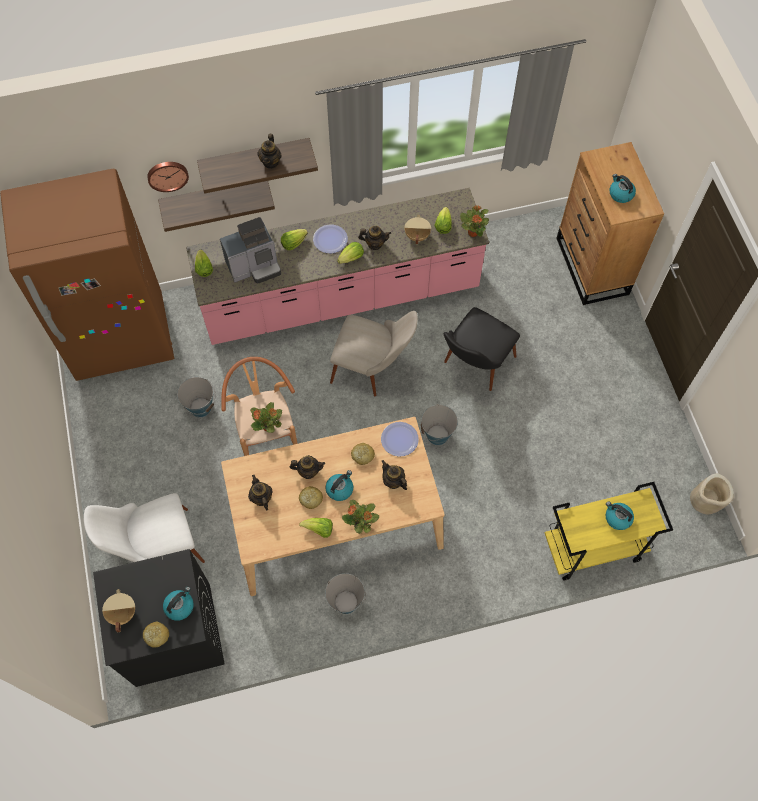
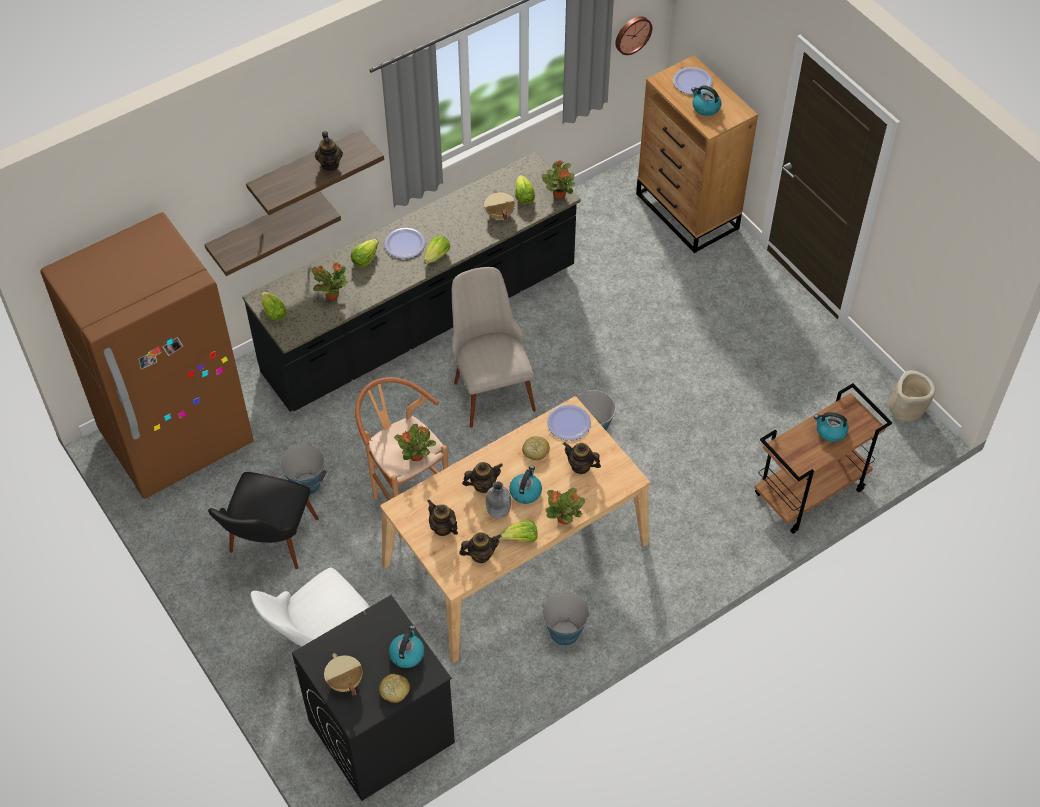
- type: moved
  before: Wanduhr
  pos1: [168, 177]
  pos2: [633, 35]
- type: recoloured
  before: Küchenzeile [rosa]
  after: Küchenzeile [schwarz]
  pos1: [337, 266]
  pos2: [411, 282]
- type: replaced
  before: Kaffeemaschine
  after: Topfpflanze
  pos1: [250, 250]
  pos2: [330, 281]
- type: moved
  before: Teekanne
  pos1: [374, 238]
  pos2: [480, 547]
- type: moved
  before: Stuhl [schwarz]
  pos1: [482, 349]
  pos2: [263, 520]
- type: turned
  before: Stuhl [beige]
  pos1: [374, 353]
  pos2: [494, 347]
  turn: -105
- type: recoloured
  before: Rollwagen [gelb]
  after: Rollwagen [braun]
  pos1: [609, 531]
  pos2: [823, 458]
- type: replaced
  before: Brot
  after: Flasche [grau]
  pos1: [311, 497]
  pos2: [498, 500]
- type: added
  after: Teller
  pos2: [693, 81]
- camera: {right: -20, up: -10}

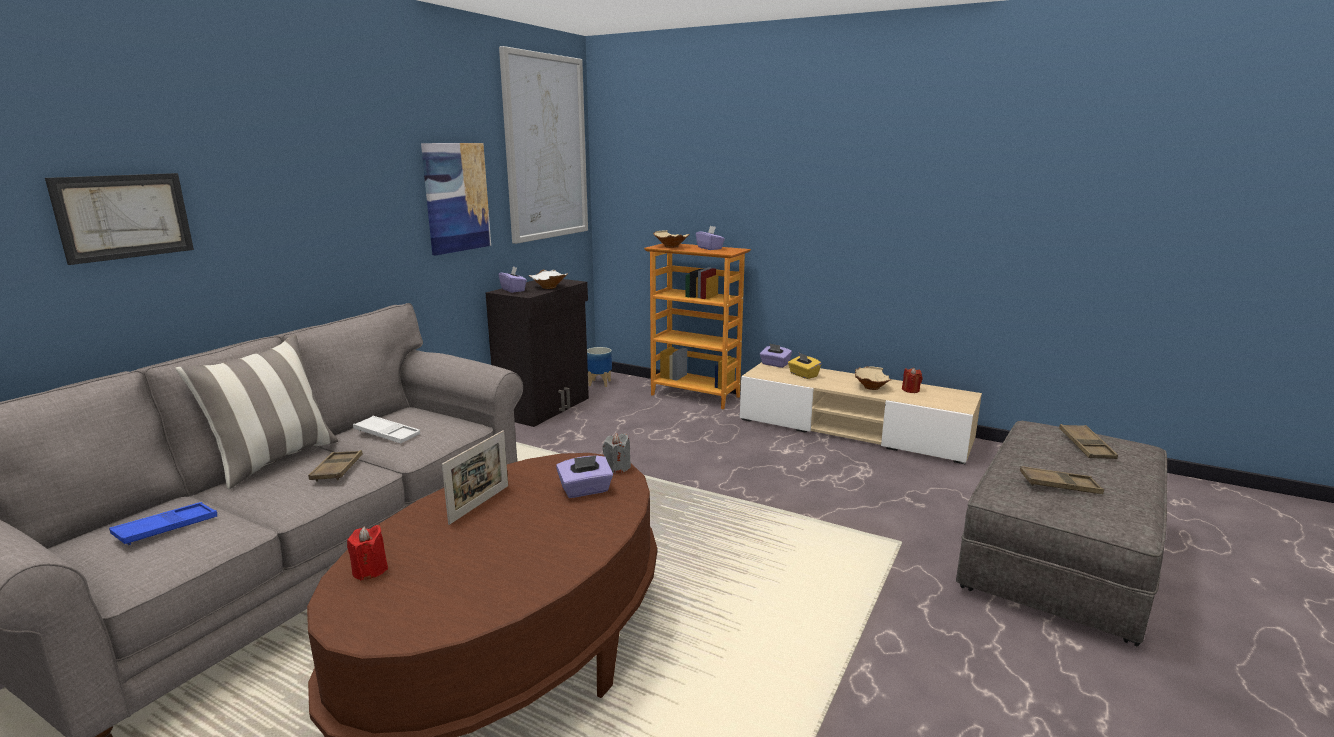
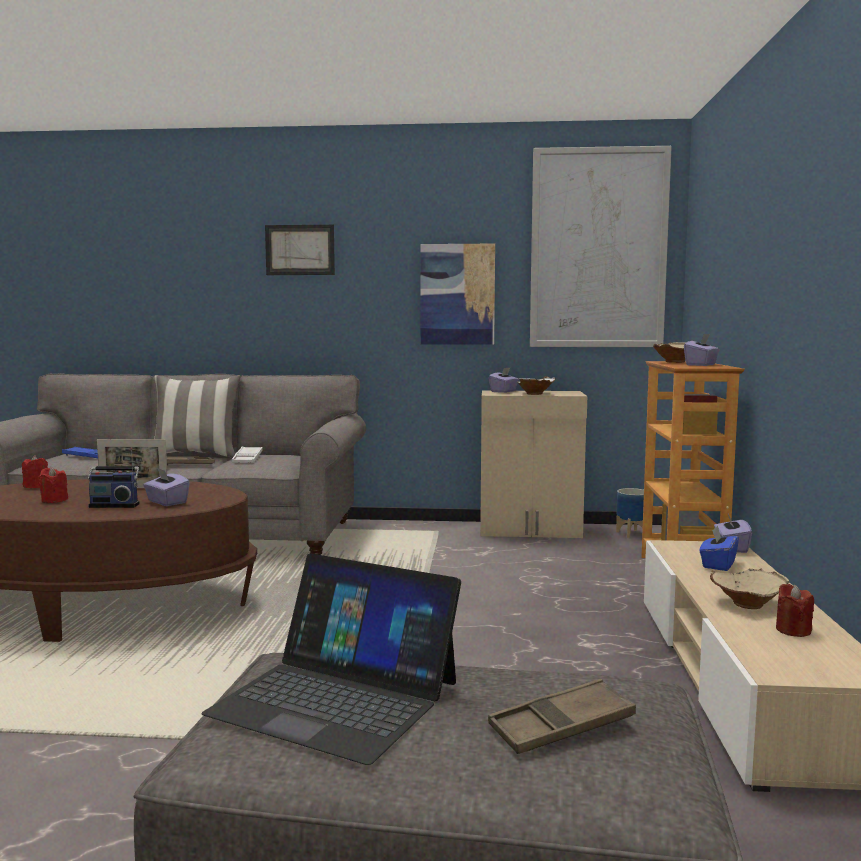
- type: moved
  before: Bild
  pos1: [119, 219]
  pos2: [300, 249]
- type: recoloured
  before: Schrank [schwarz]
  after: Schrank [beige]
  pos1: [537, 353]
  pos2: [533, 464]
- type: recoloured
  before: Taschentuchbox [gelb]
  after: Taschentuchbox [blau]
  pos1: [804, 366]
  pos2: [719, 548]
- type: removed
  before: Kerze [grau]
  pos1: [616, 453]
- type: replaced
  before: Tablett [braun]
  after: Laptop
  pos1: [1062, 480]
  pos2: [331, 659]
- type: added
  after: Radio
  pos2: [114, 477]
- type: added
  after: Kerze [rot]
  pos2: [53, 485]
- camera: {right: 65, up: -10}

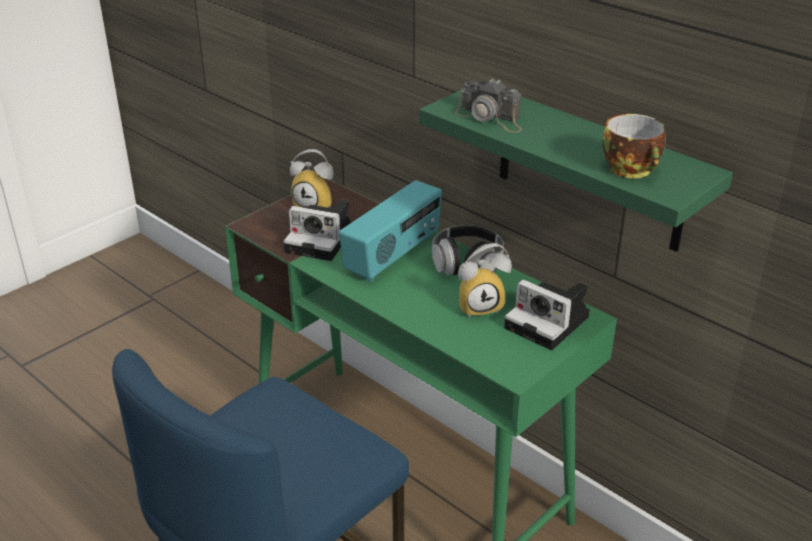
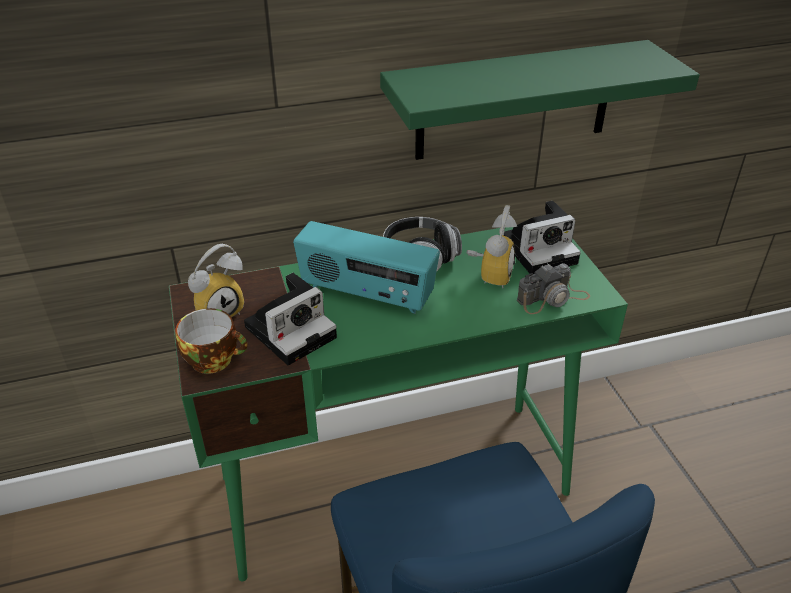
- type: moved
  before: Kamera
  pos1: [488, 105]
  pos2: [553, 288]
- type: moved
  before: Tasse
  pos1: [634, 146]
  pos2: [211, 341]
- type: turned
  before: Radio
  pos1: [390, 231]
  pos2: [366, 267]
  turn: 135
- camera: {right: -60, up: 5}

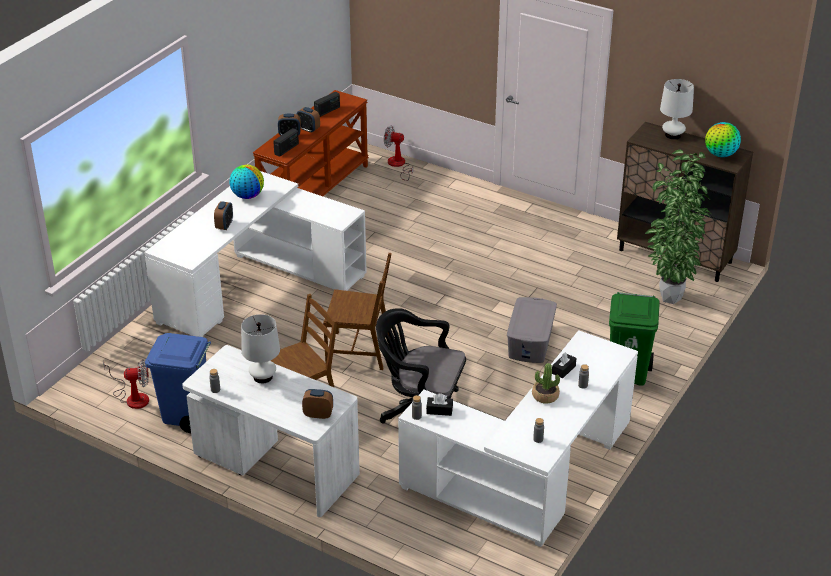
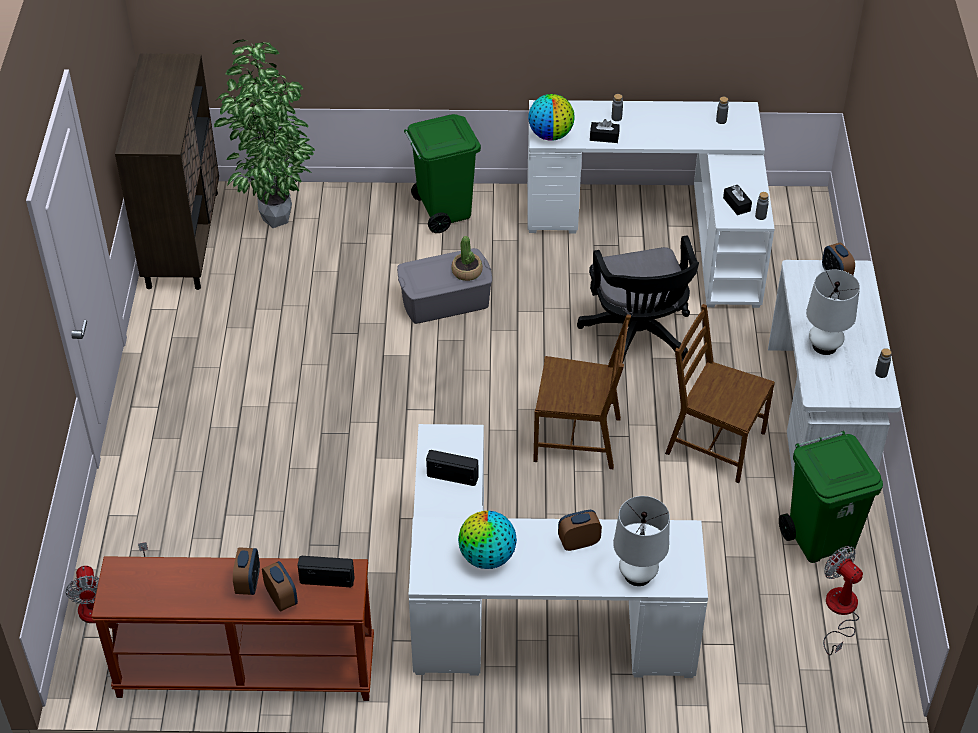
- type: moved
  before: Tischlampe [weiß]
  pos1: [677, 109]
  pos2: [641, 541]
- type: moved
  before: Radio
  pos1: [327, 104]
  pos2: [452, 468]
- type: moved
  before: Globus
  pos1: [723, 139]
  pos2: [551, 117]
- type: turned
  before: Stuhl [braun]
  pos1: [357, 311]
  pos2: [582, 391]
  turn: 120
- type: recoloured
  before: Mülleimer [blau]
  after: Mülleimer [grün]
  pos1: [178, 383]
  pos2: [831, 497]
- type: moved
  before: Topfpflanze
  pos1: [546, 383]
  pos2: [467, 258]
- camera: {right: -120, up: 10}

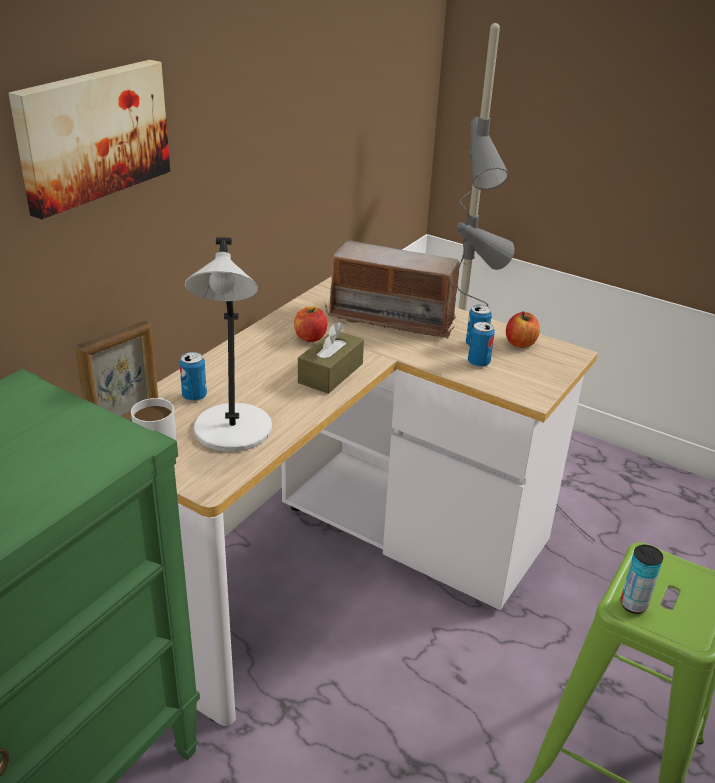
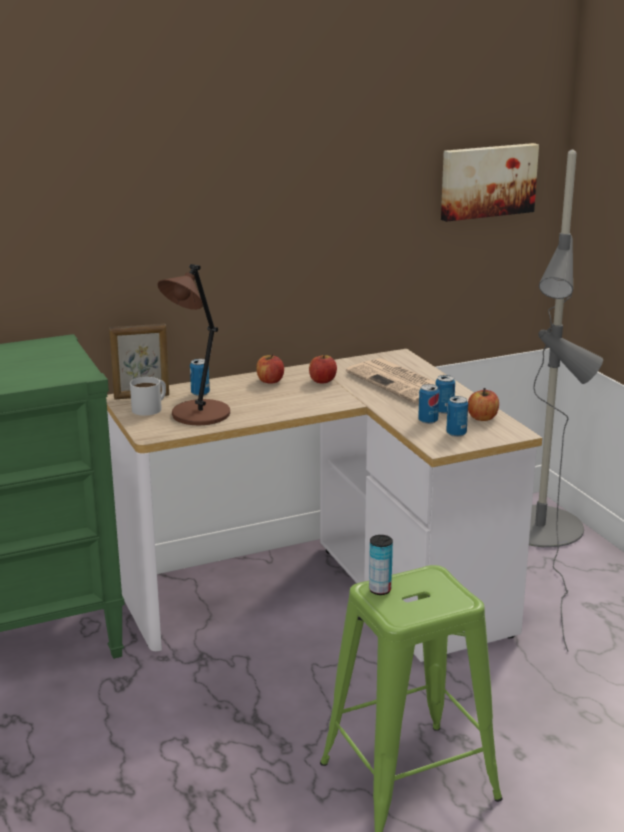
- type: moved
  before: Bild
  pos1: [89, 139]
  pos2: [490, 182]
- type: recoloured
  before: Tischlampe [grau]
  after: Tischlampe [braun]
  pos1: [228, 344]
  pos2: [193, 344]
- type: replaced
  before: Radio
  after: Zeitung
  pos1: [395, 289]
  pos2: [401, 381]
- type: removed
  before: Taschentuchbox [braun]
  pos1: [331, 358]
- type: added
  after: Apfel
  pos2: [270, 369]
- type: added
  after: Dose
  pos2: [457, 416]
- camera: {right: 35, up: -10}

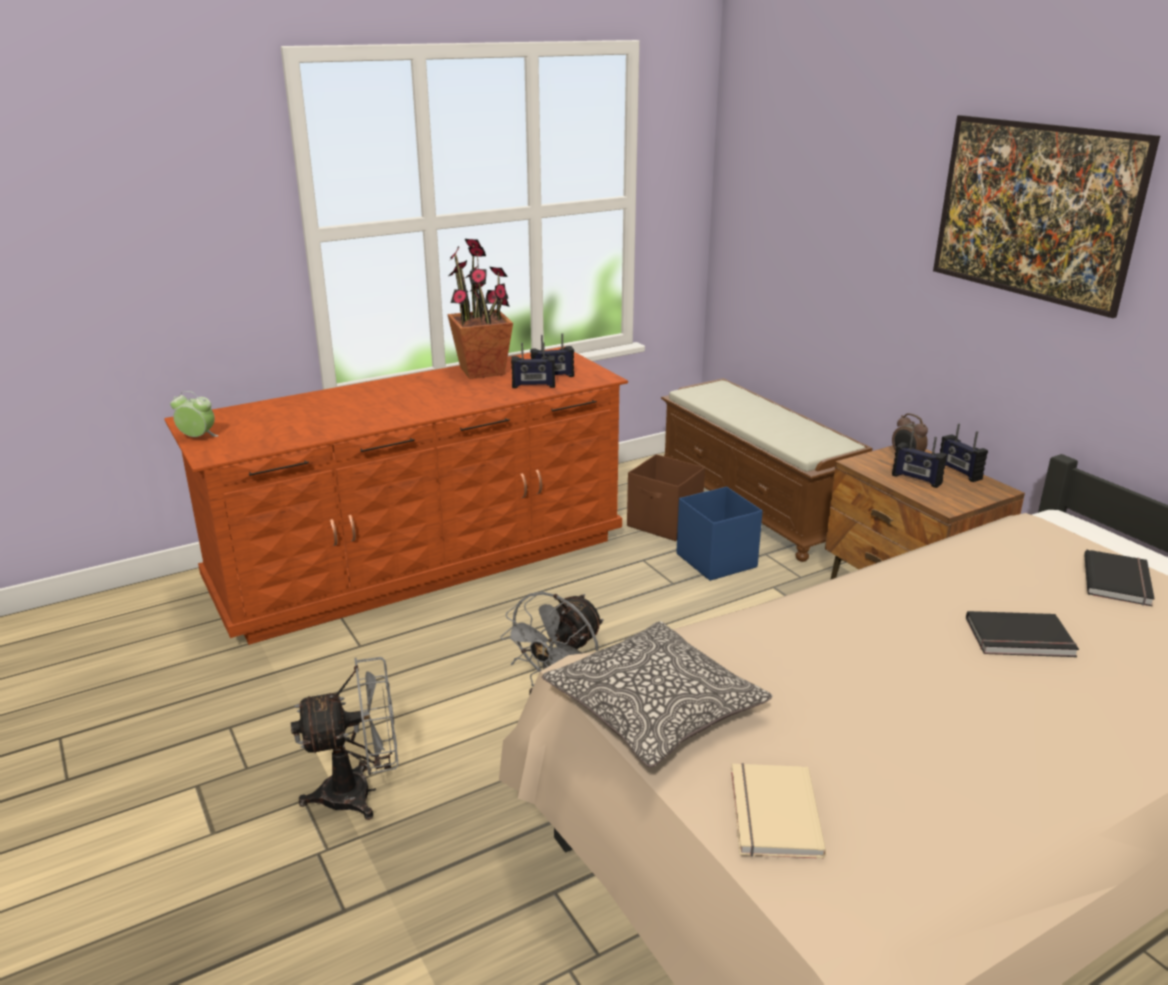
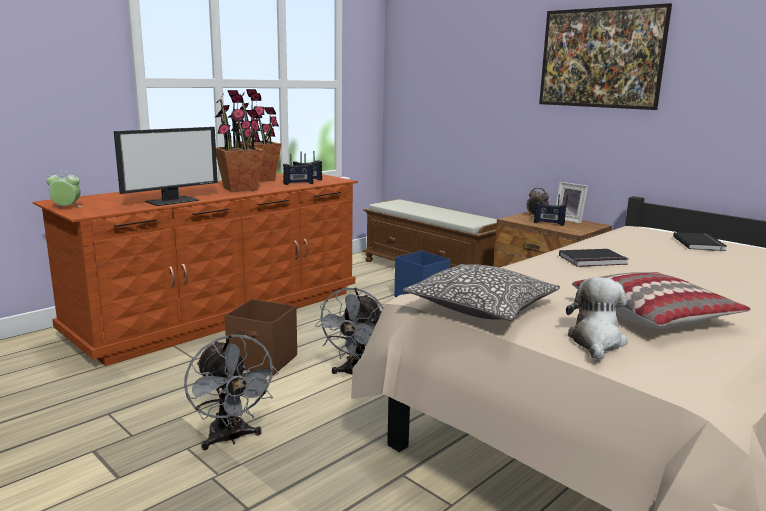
- type: replaced
  before: Radio
  after: Bilderrahmen
  pos1: [964, 453]
  pos2: [572, 203]
- type: moved
  before: Aufbewahrungsbox [braun]
  pos1: [666, 497]
  pos2: [261, 337]
- type: moved
  before: Buch [schwarz]
  pos1: [1022, 634]
  pos2: [593, 258]
- type: turned
  before: Ventilator [grau]
  pos1: [344, 738]
  pos2: [231, 392]
  turn: 90
- type: replaced
  before: Buch [beige]
  after: Plüschtier
  pos1: [778, 811]
  pos2: [597, 318]
- type: added
  after: Topfpflanze
  pos2: [239, 141]
- type: added
  after: Monitor
  pos2: [166, 166]
- type: added
  after: Kissen
  pos2: [661, 300]
- camera: {right: -15, up: -10}

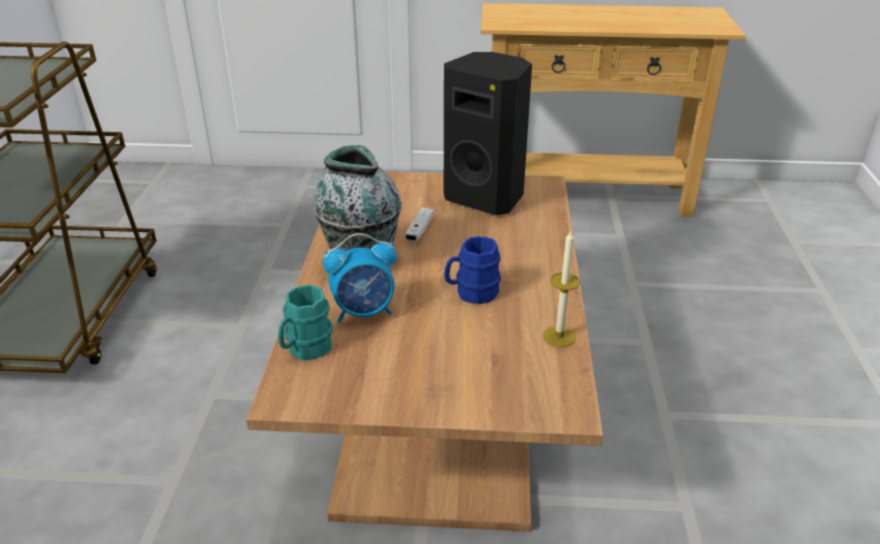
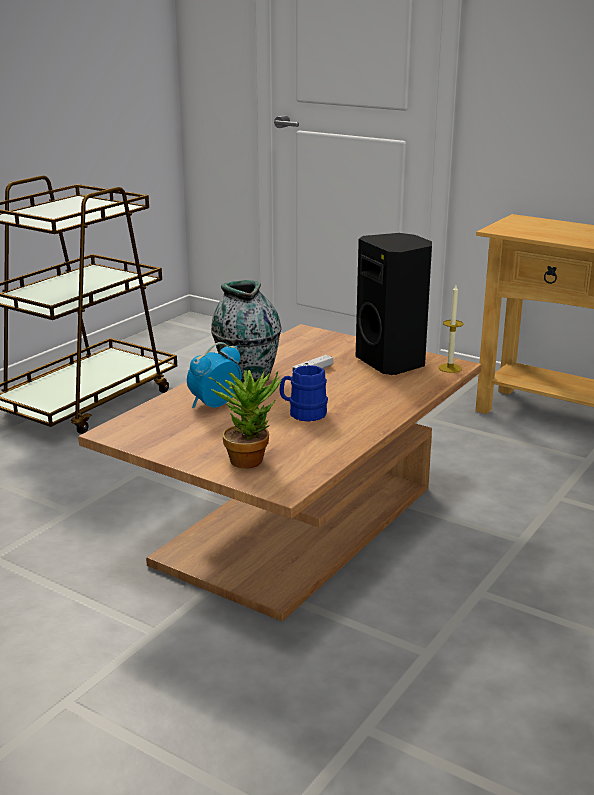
- type: moved
  before: Kerze
  pos1: [561, 288]
  pos2: [450, 329]
- type: turned
  before: Wecker
  pos1: [360, 278]
  pos2: [214, 375]
  turn: 120
- type: removed
  before: Henkelbecher [türkis]
  pos1: [305, 322]
- type: added
  after: Topfpflanze
  pos2: [244, 418]
- camera: {right: 30, up: -10}

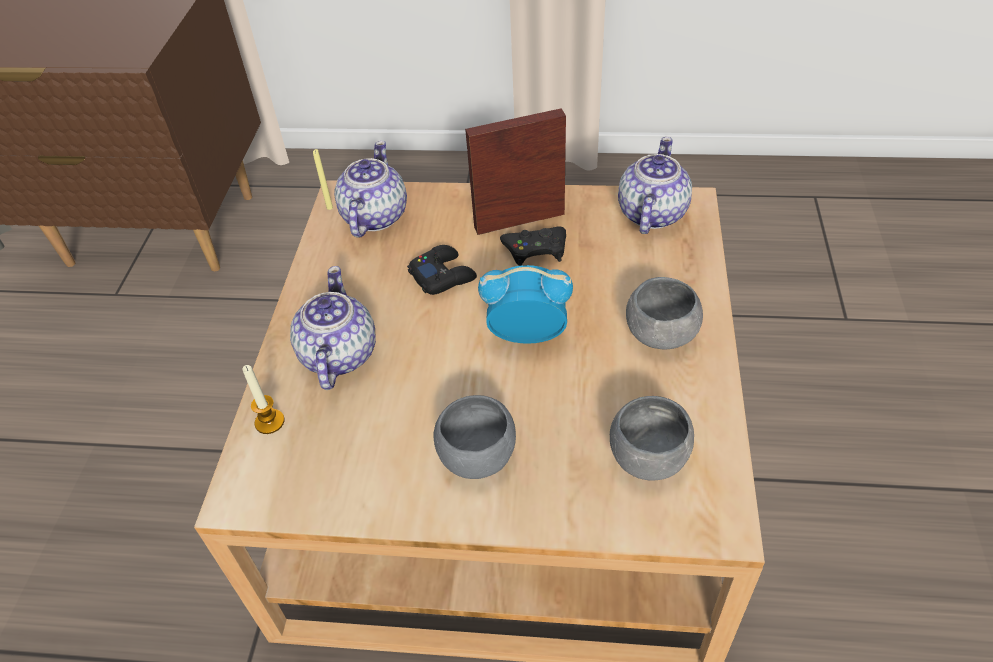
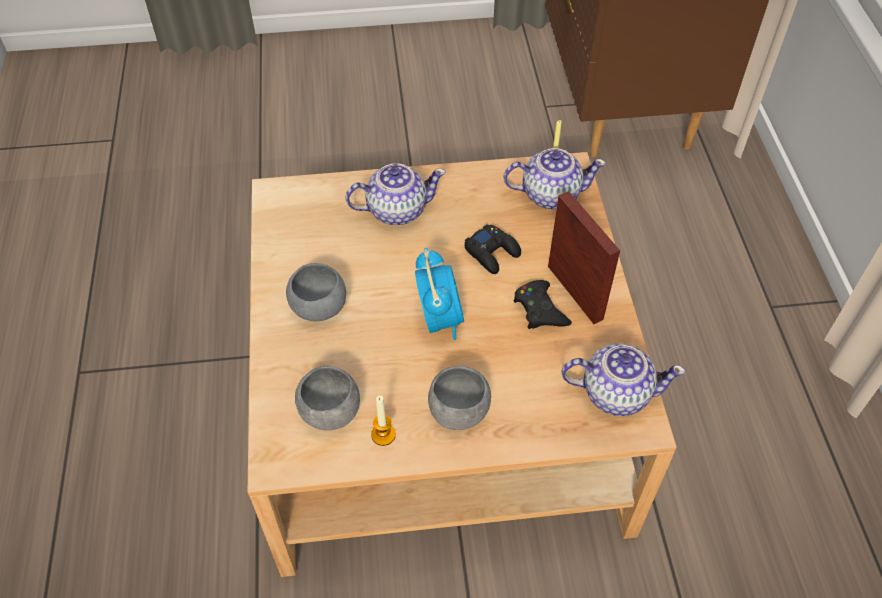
- type: moved
  before: Kerze
  pos1: [264, 399]
  pos2: [383, 421]
- camera: {right: 75, up: 5}

